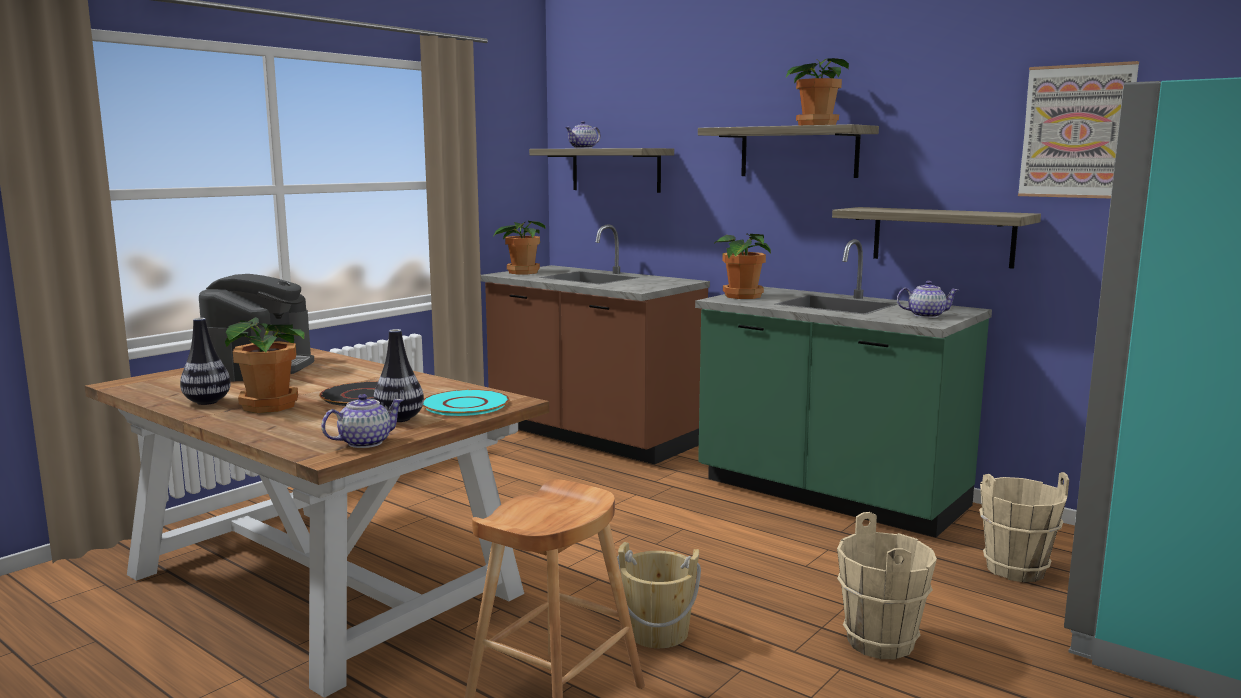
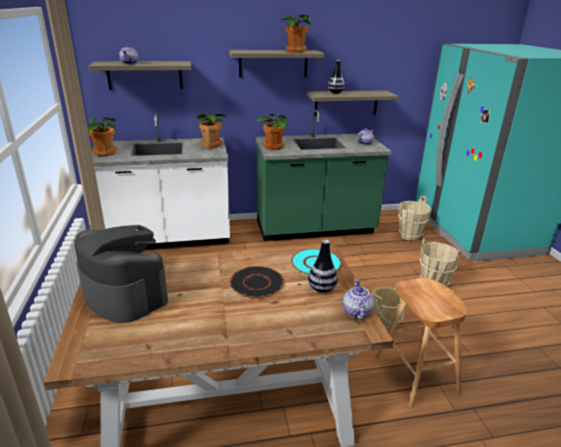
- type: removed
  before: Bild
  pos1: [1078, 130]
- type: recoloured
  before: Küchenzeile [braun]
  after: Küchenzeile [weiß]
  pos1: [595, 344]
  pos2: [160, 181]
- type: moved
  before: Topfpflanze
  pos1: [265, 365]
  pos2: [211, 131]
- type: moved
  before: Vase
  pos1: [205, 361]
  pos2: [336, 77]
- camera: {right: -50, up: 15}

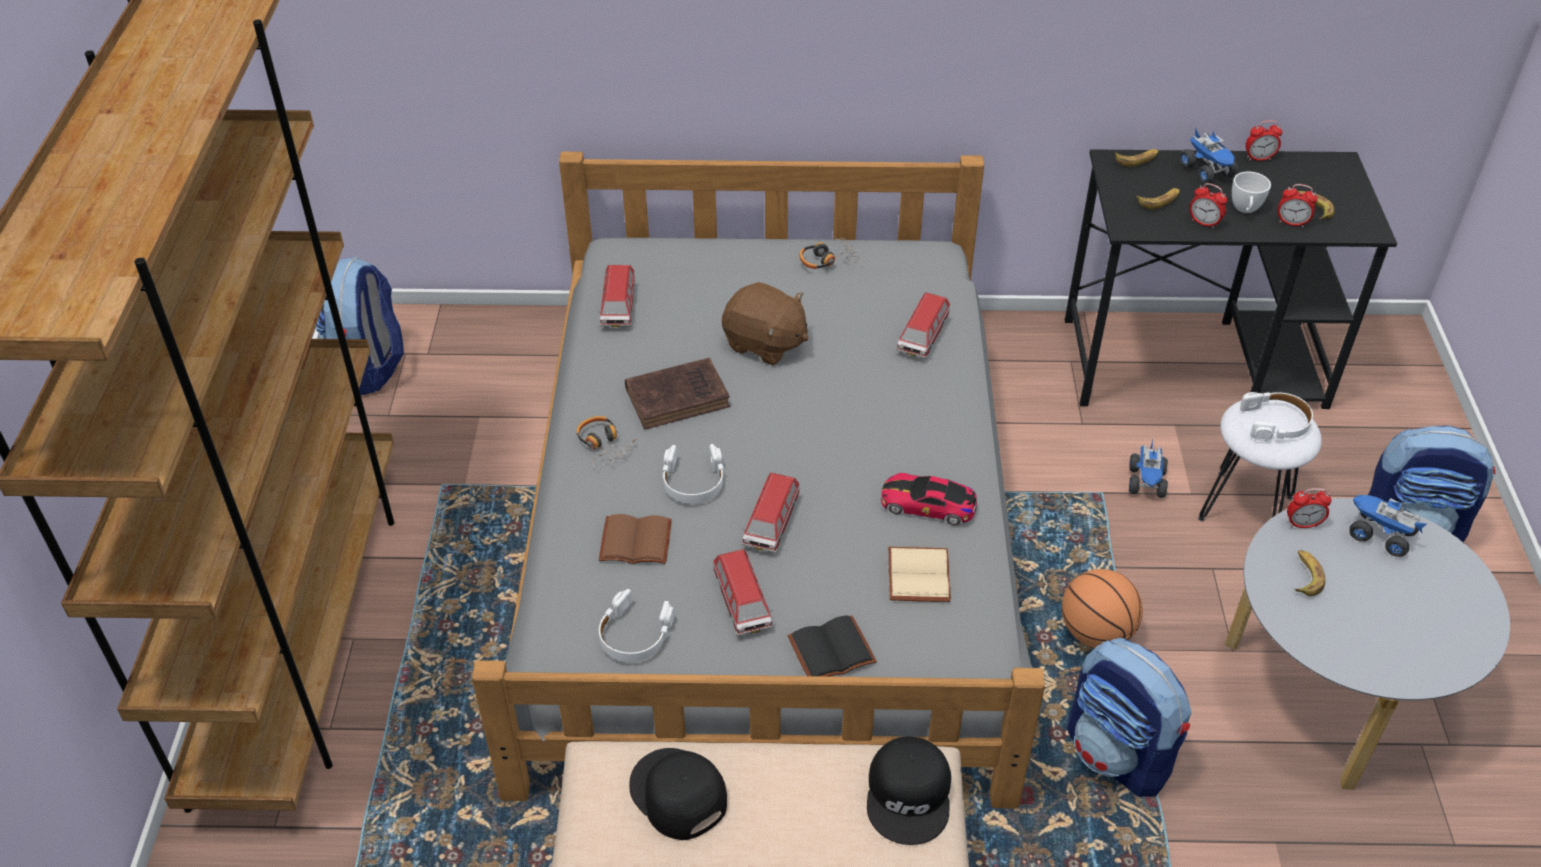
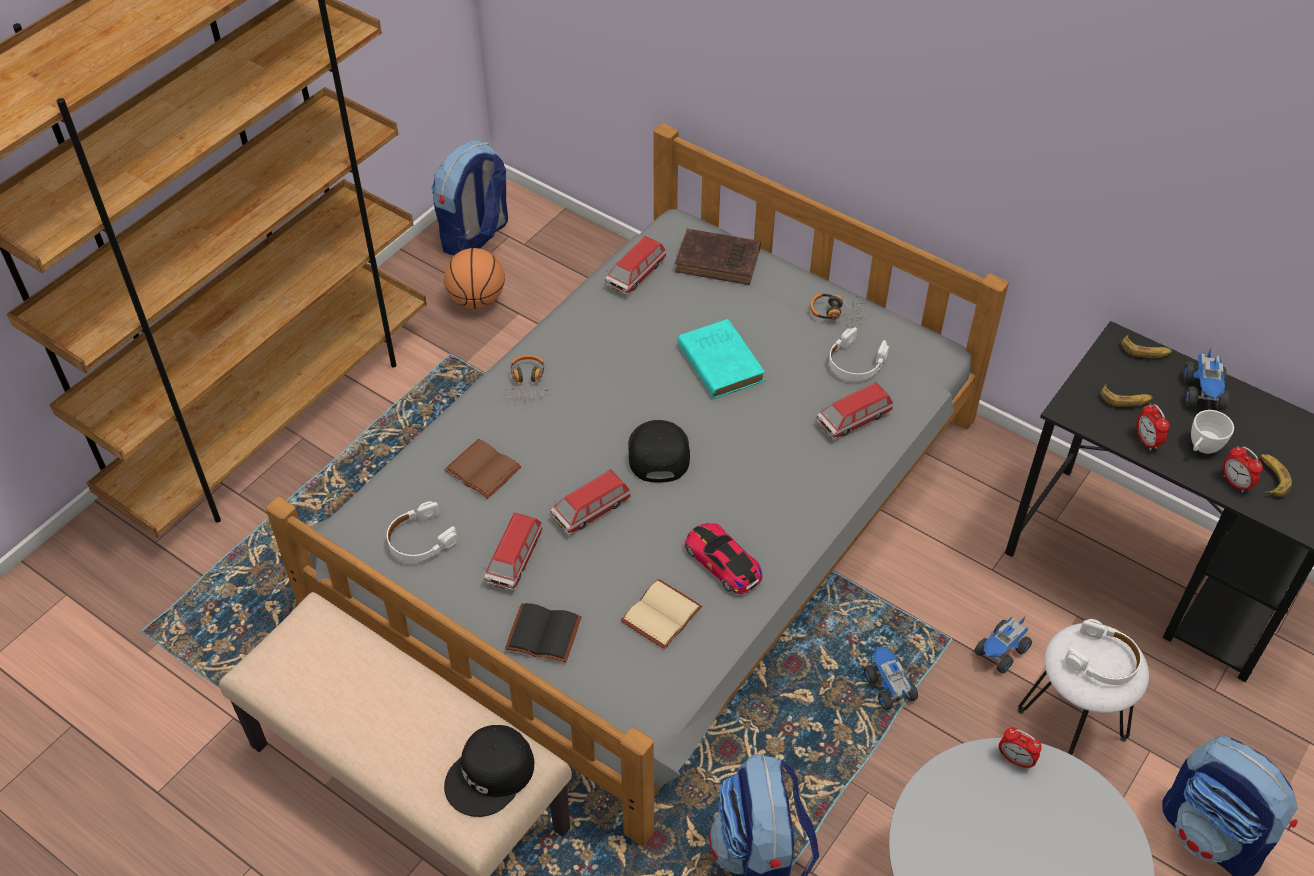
- type: removed
  before: Wecker
  pos1: [1263, 140]
- type: replaced
  before: Plüschtier [braun]
  after: Buch [türkis]
  pos1: [765, 323]
  pos2: [721, 359]
- type: moved
  before: Buch [braun]
  pos1: [677, 394]
  pos2: [718, 257]
- type: moved
  before: Kopfhörer [weiß]
  pos1: [693, 474]
  pos2: [859, 354]
- type: moved
  before: Spielzeuglaster
  pos1: [1388, 526]
  pos2: [890, 679]
- type: removed
  before: Banane
  pos1: [1309, 573]
- type: moved
  before: Basketball
  pos1: [1102, 608]
  pos2: [474, 278]
- type: moved
  before: Kappe [schwarz]
  pos1: [678, 794]
  pos2: [659, 451]
- camera: {right: 35, up: 5}

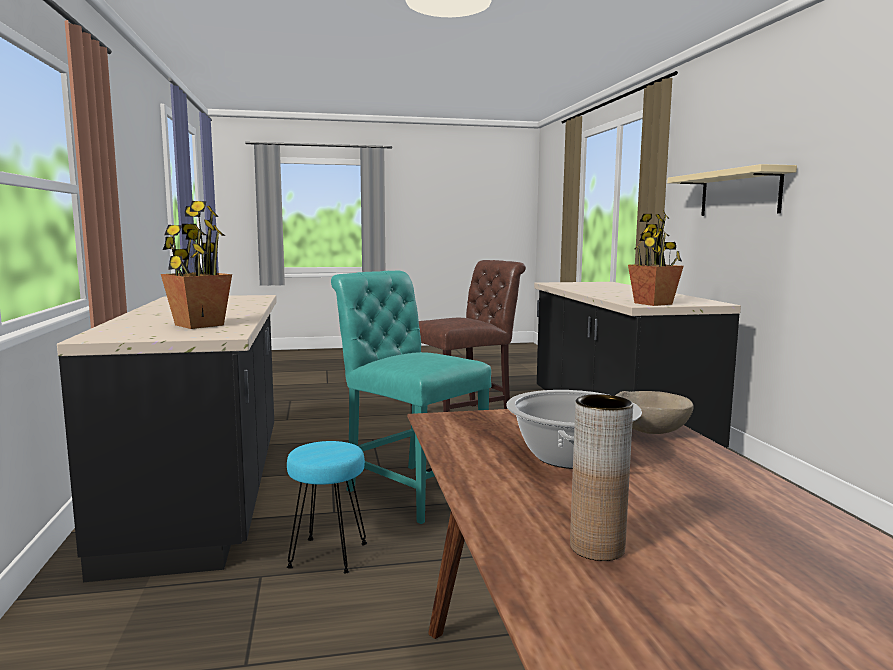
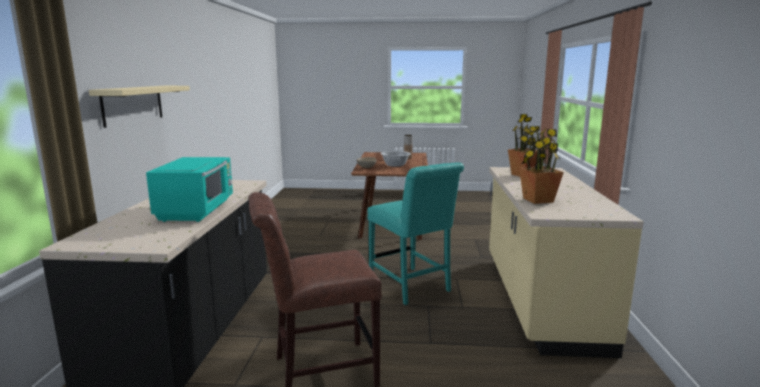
- type: moved
  before: Topfpflanze
  pos1: [656, 258]
  pos2: [541, 165]
- type: recoloured
  before: Küchenzeile [schwarz]
  after: Küchenzeile [beige]
  pos1: [167, 438]
  pos2: [566, 262]
- type: removed
  before: Hocker [türkis]
  pos1: [327, 507]
- type: added
  after: Mikrowelle [türkis]
  pos2: [189, 189]
- camera: {right: -165, up: 5}

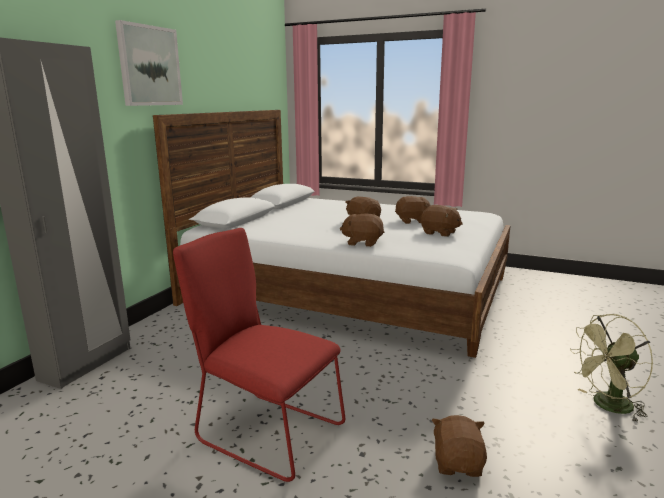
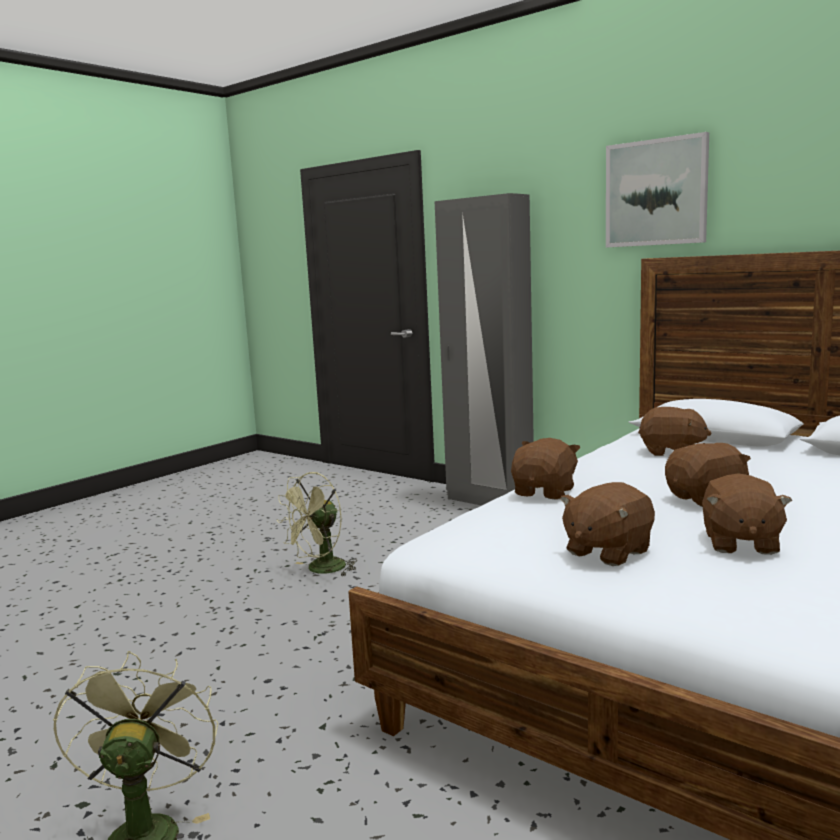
- type: replaced
  before: Stuhl [rot]
  after: Ventilator [grün]
  pos1: [259, 355]
  pos2: [317, 524]
- type: moved
  before: Plüschtier [braun]
  pos1: [459, 446]
  pos2: [675, 431]
- camera: {right: 105, up: -5}

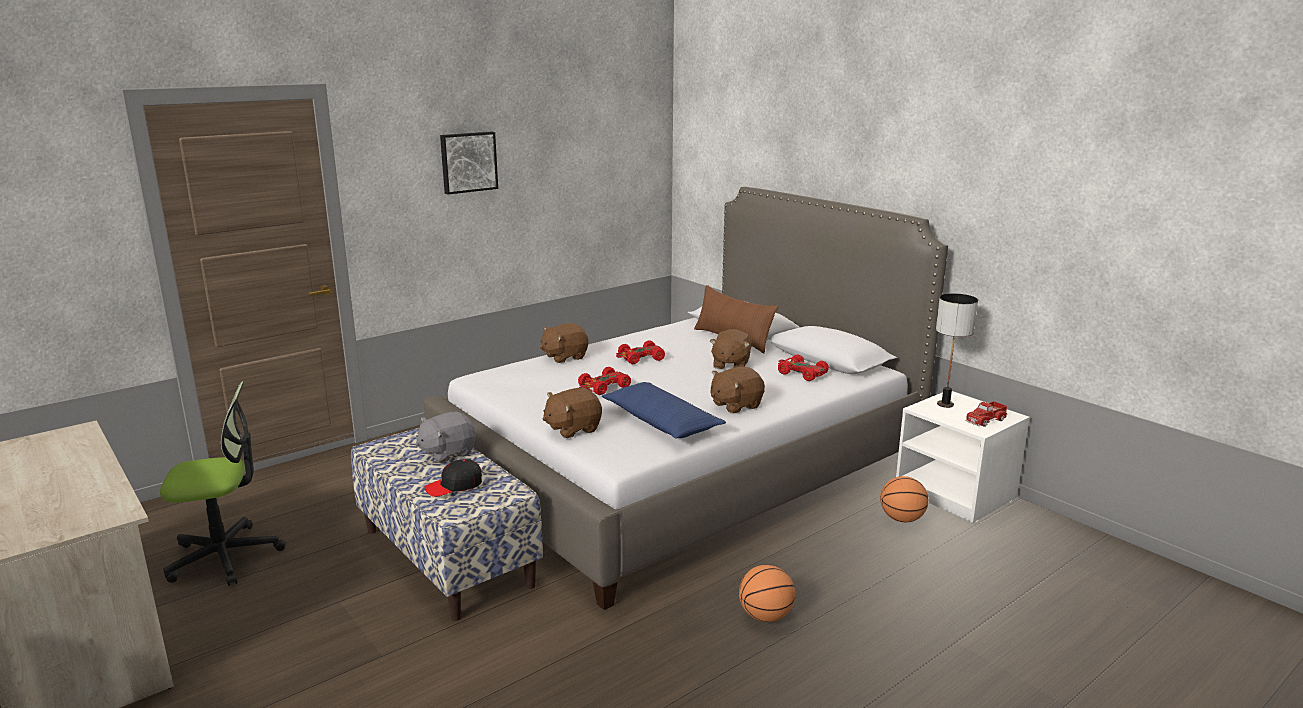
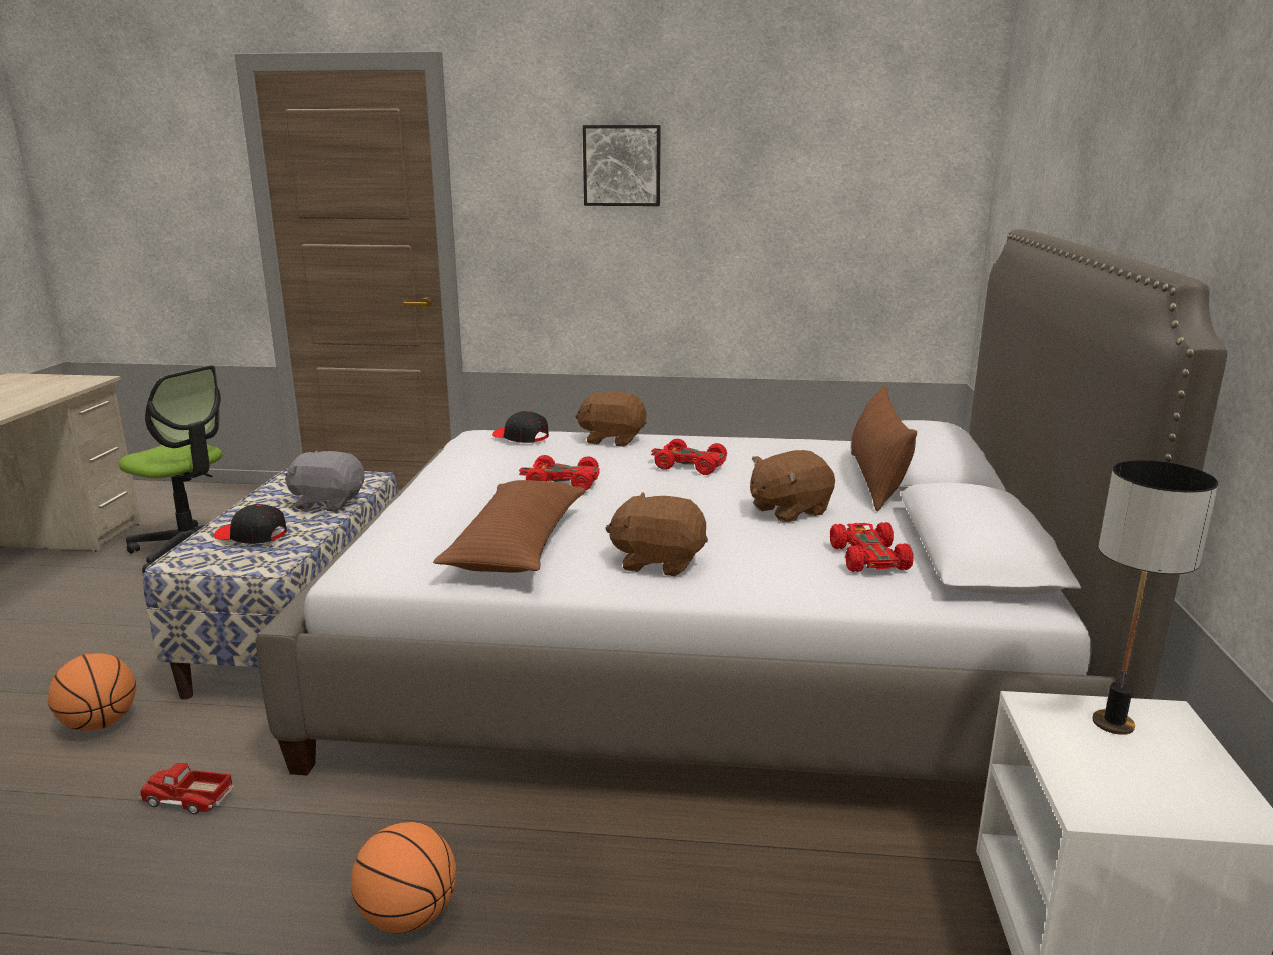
- type: recoloured
  before: Kissen [blau]
  after: Kissen [braun]
  pos1: [664, 410]
  pos2: [509, 526]
- type: removed
  before: Plüschtier [braun]
  pos1: [572, 413]
- type: moved
  before: Spielzeuglaster
  pos1: [986, 414]
  pos2: [186, 788]
- type: moved
  before: Basketball
  pos1: [904, 499]
  pos2: [92, 692]
- type: added
  after: Kappe [schwarz]
  pos2: [520, 427]
- camera: {right: 45, up: 0}

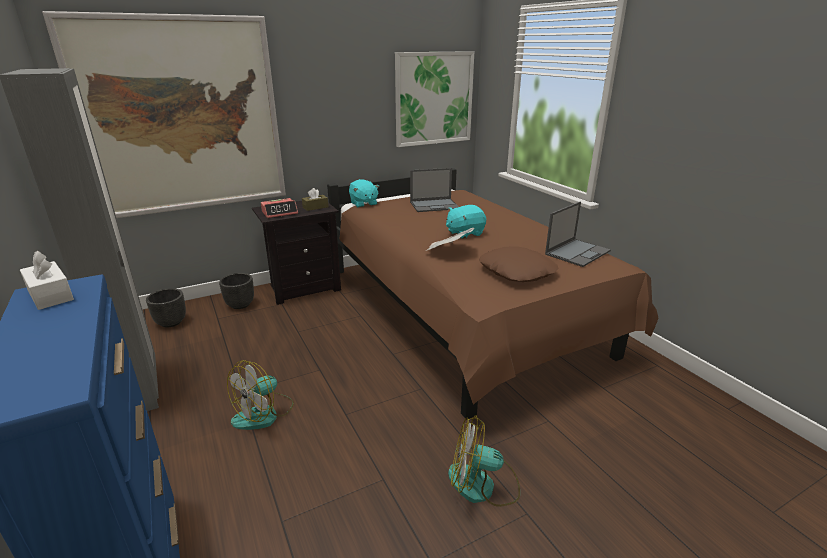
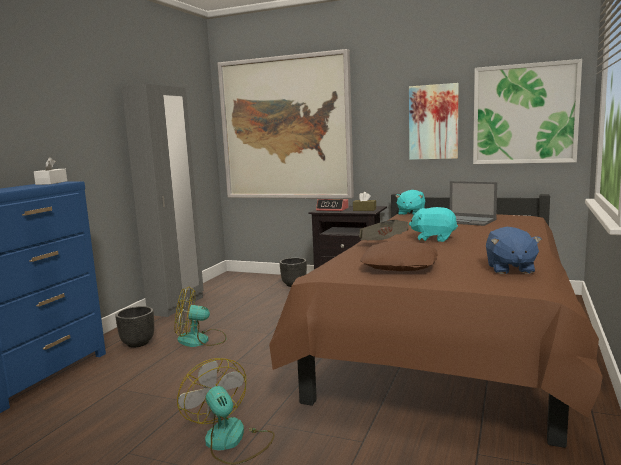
- type: replaced
  before: Laptop
  after: Plüschtier [blau]
  pos1: [578, 234]
  pos2: [514, 250]
- type: moved
  before: Pflanzkübel [schwarz]
  pos1: [166, 308]
  pos2: [134, 327]
- type: added
  after: Bild
  pos2: [434, 121]
- camera: {right: 50, up: -15}

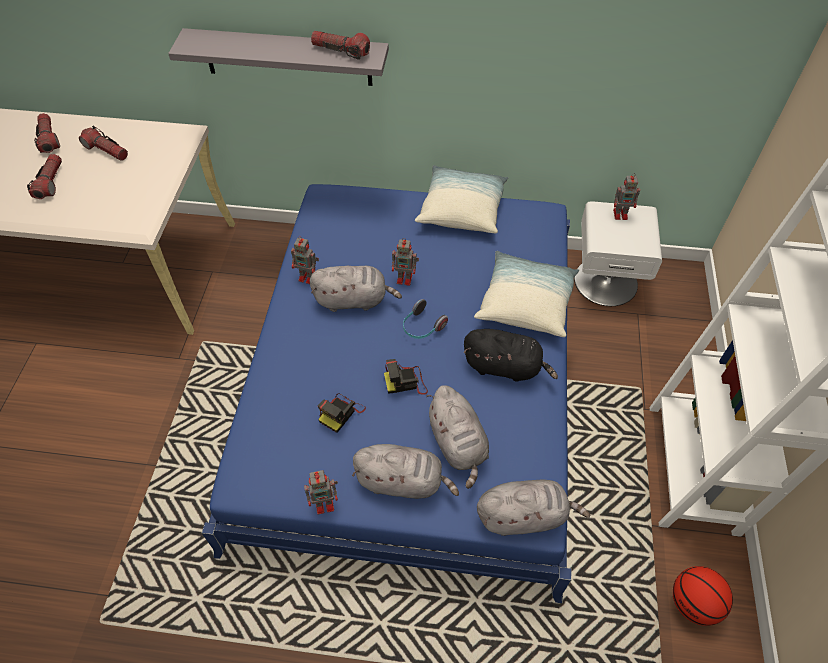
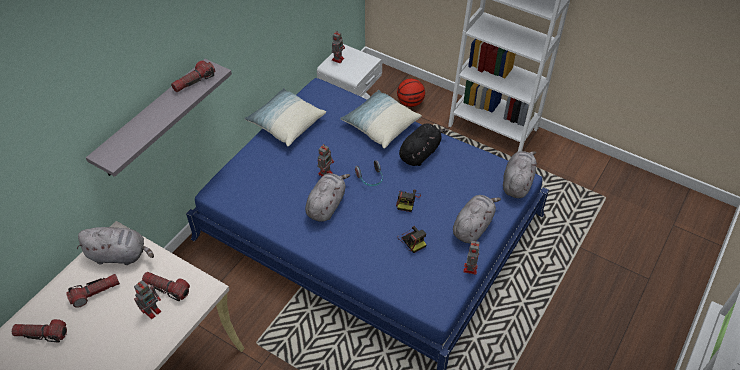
- type: moved
  before: Taschenlampe
  pos1: [44, 176]
  pos2: [166, 286]
- type: moved
  before: Spielzeugroboter
  pos1: [305, 260]
  pos2: [147, 299]
- type: moved
  before: Plüschtier [grau]
  pos1: [457, 437]
  pos2: [115, 246]
- type: moved
  before: Basketball
  pos1: [703, 596]
  pos2: [411, 93]
- camera: {right: -65, up: -5}

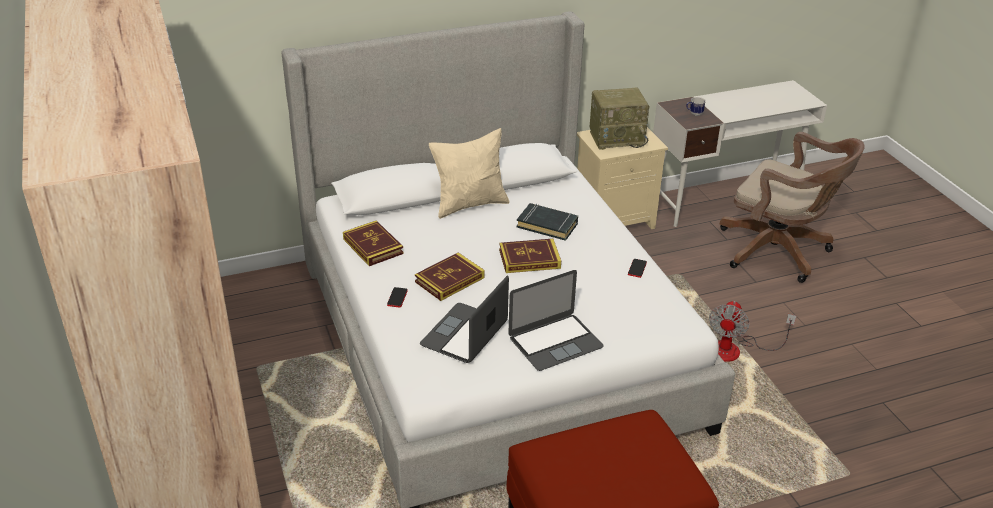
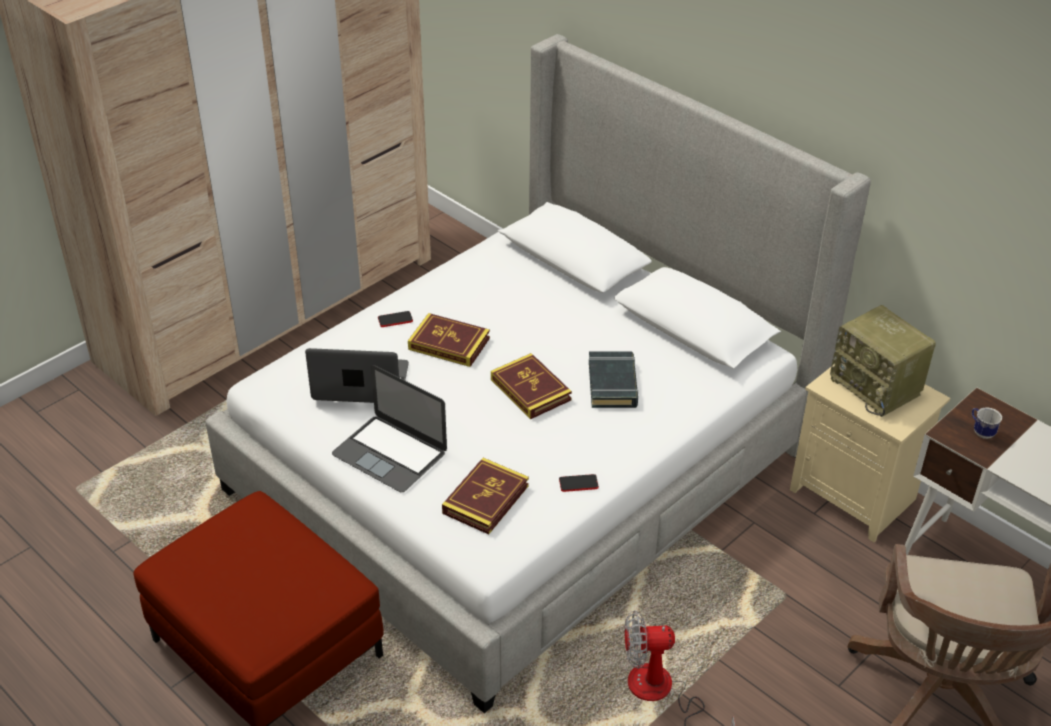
- type: removed
  before: Kissen [beige]
  pos1: [469, 173]
- type: moved
  before: Buch
  pos1: [373, 243]
  pos2: [485, 496]
- camera: {right: 65, up: 5}

